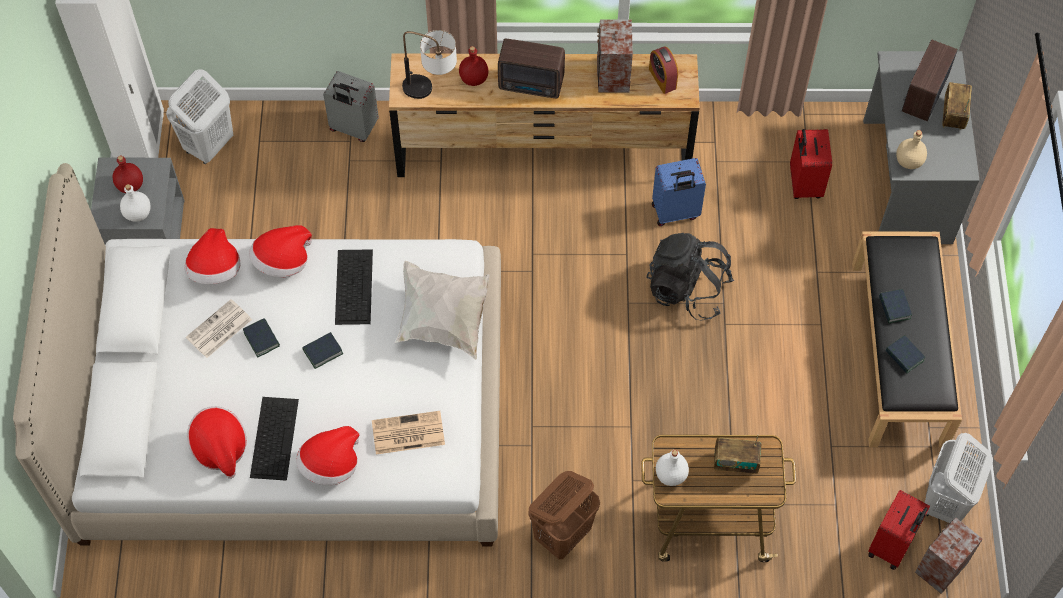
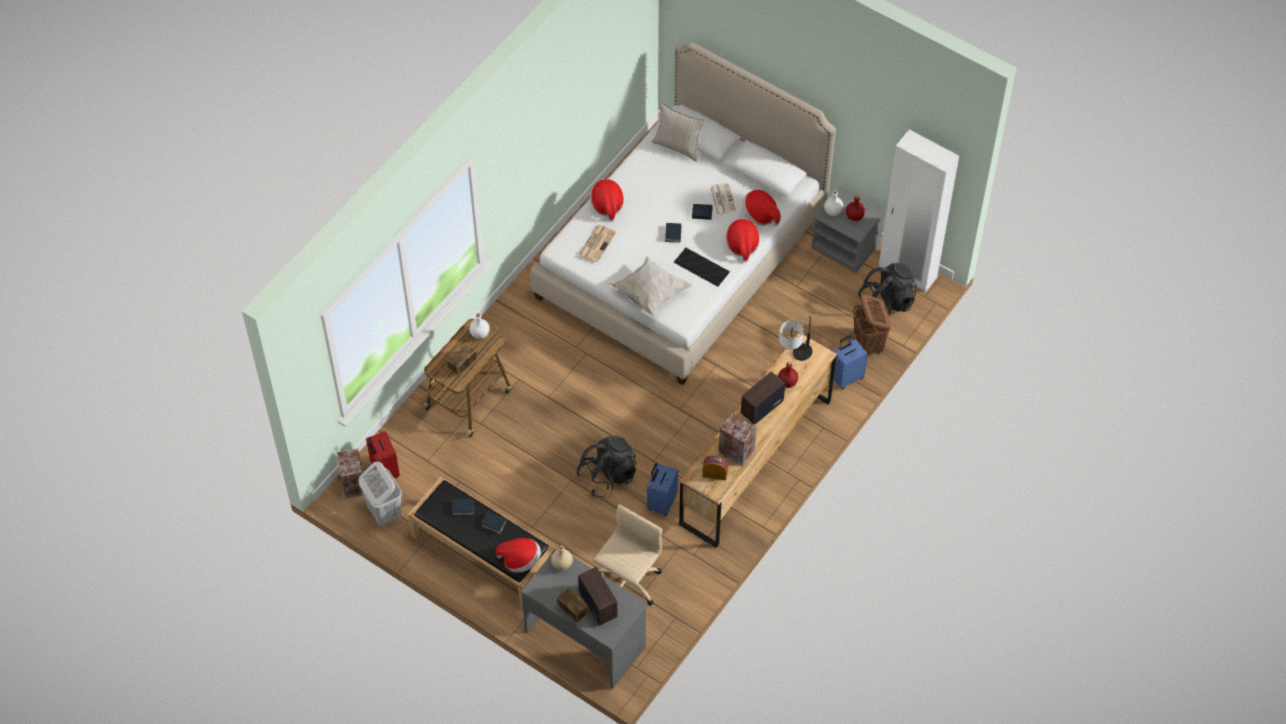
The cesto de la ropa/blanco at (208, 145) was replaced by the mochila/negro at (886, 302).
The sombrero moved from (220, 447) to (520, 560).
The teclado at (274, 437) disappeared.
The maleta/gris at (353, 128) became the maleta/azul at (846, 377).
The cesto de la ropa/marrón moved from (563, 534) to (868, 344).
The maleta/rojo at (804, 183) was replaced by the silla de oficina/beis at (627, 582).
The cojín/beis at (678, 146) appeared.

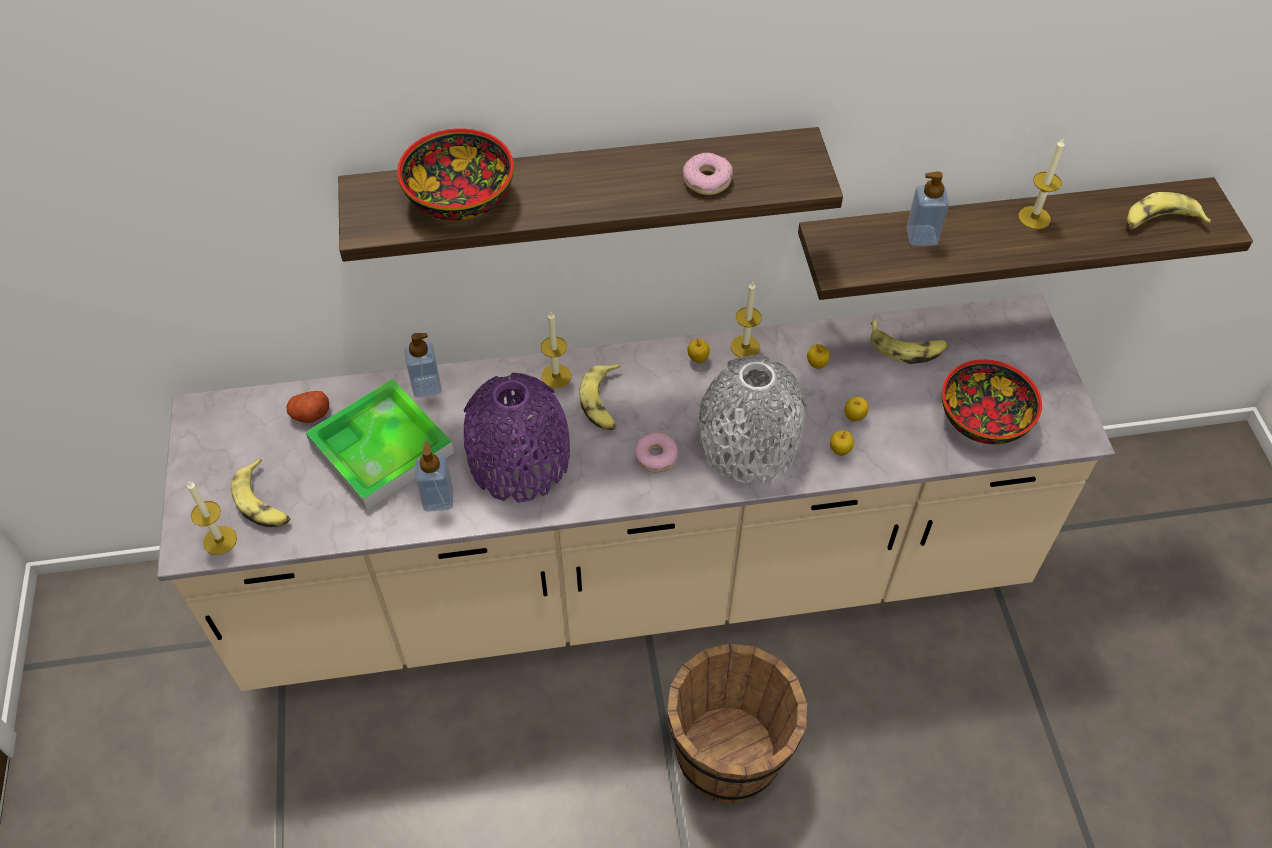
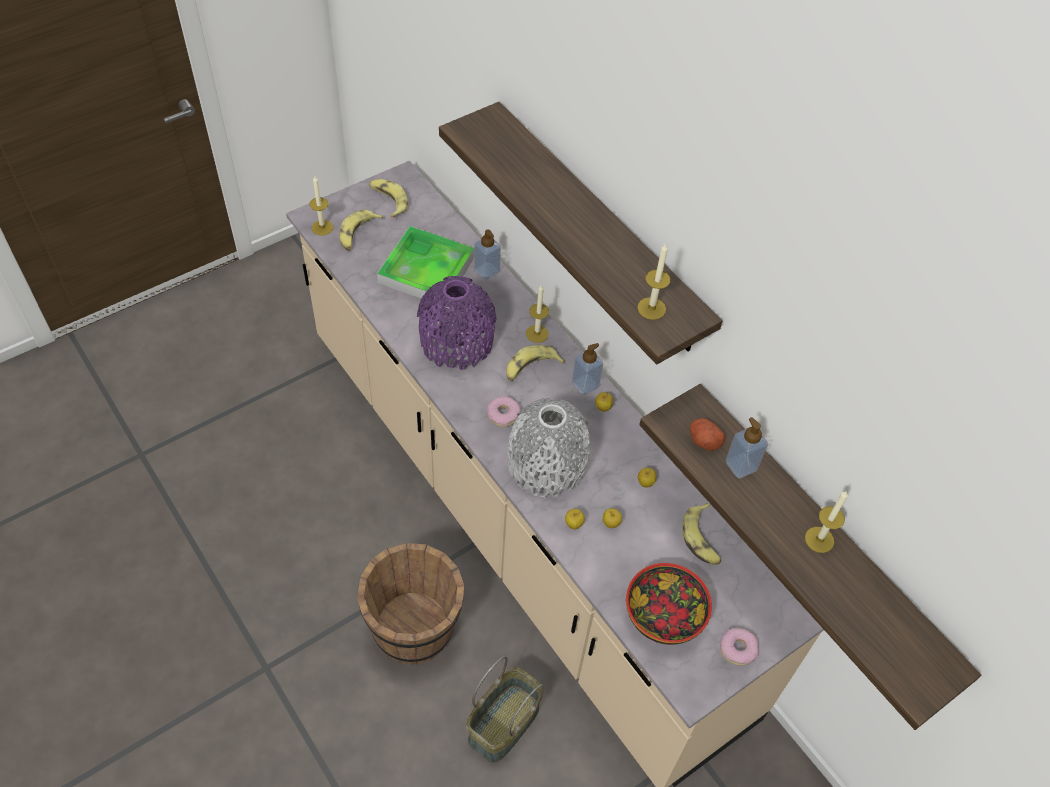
The patata moved from (310, 414) to (703, 440).
The cuenco at (461, 199) disappeared.
The dispensador de jabón moved from (438, 499) to (585, 385).
The rosquilla moved from (707, 180) to (738, 649).
The vela moved from (745, 347) to (651, 308).
The plátano moved from (1160, 221) to (388, 201).
The cesta at (504, 725) appeared.

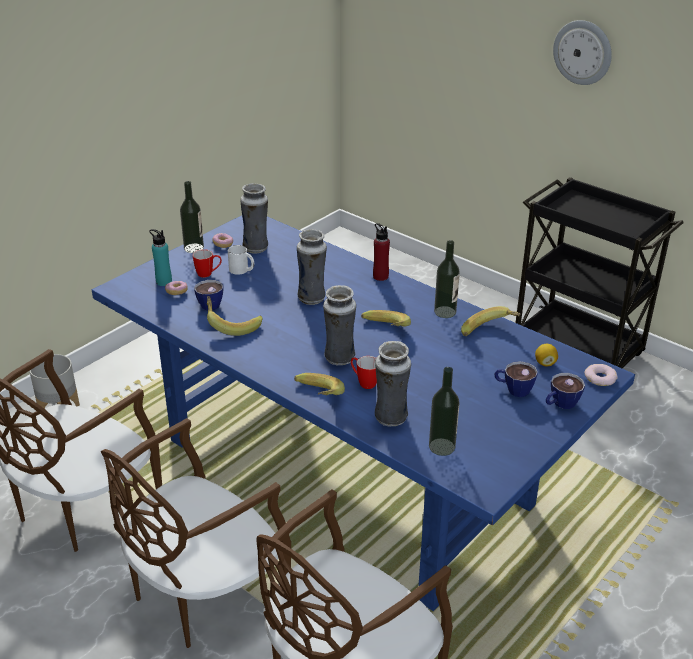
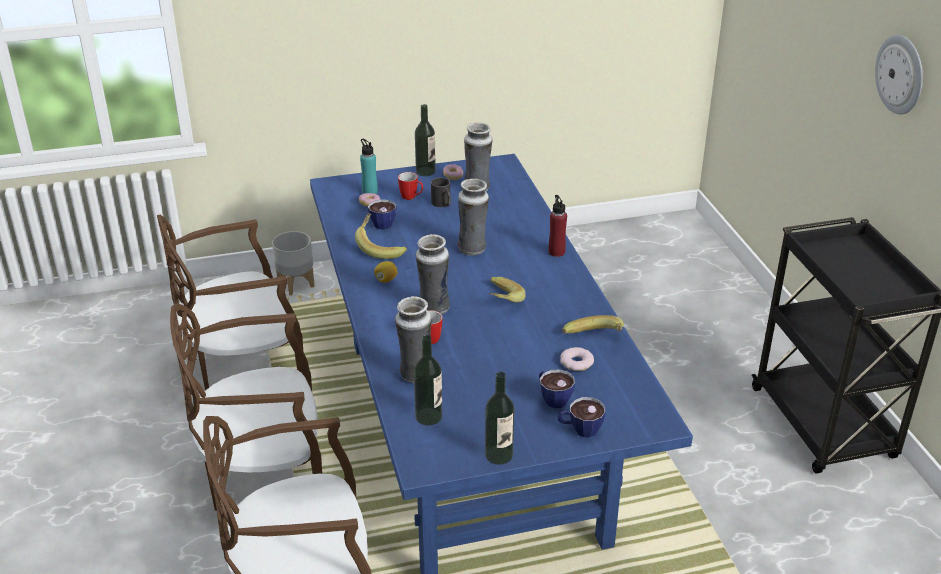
The taza grande/blanco at (242, 270) became the taza grande/negro at (443, 204).
The plátano at (316, 398) disappeared.
The botella moved from (445, 312) to (499, 455).
The limón moved from (545, 363) to (386, 280).
The rosquilla moved from (600, 378) to (576, 362).

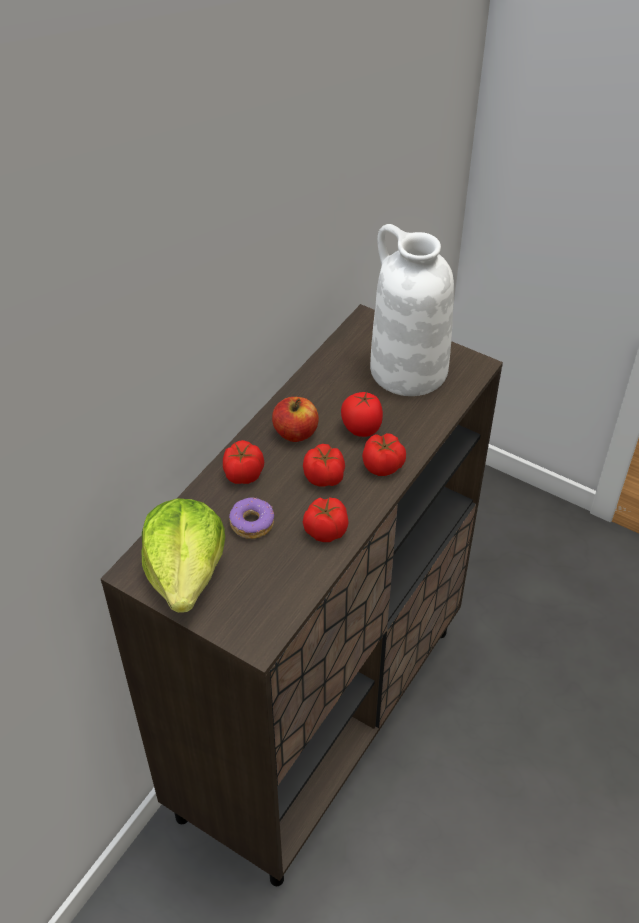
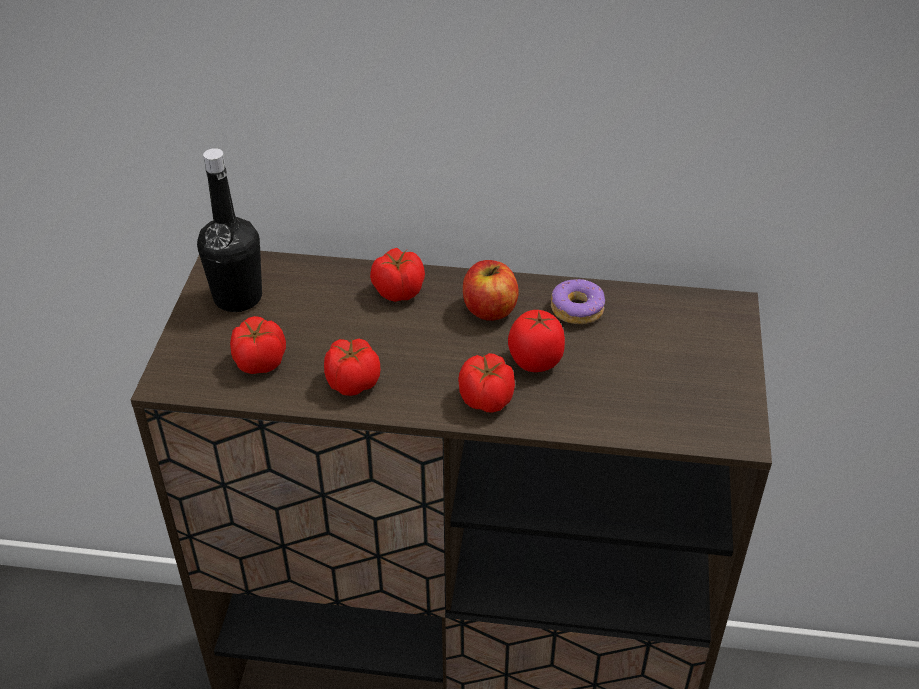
The lechuga at (186, 572) was replaced by the botella/negro at (238, 297).
The rosquilla moved from (252, 523) to (577, 309).
The tomate moved from (325, 477) to (259, 363).
The florero/blanco at (407, 370) disappeared.

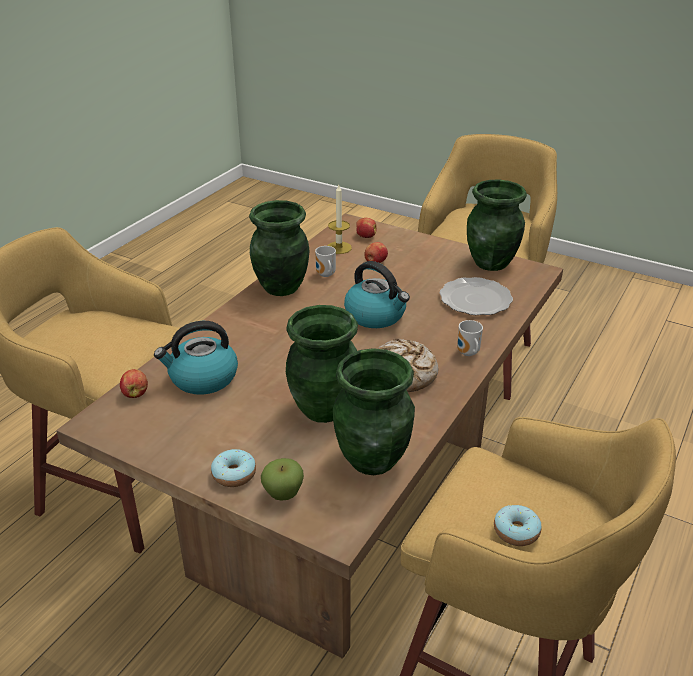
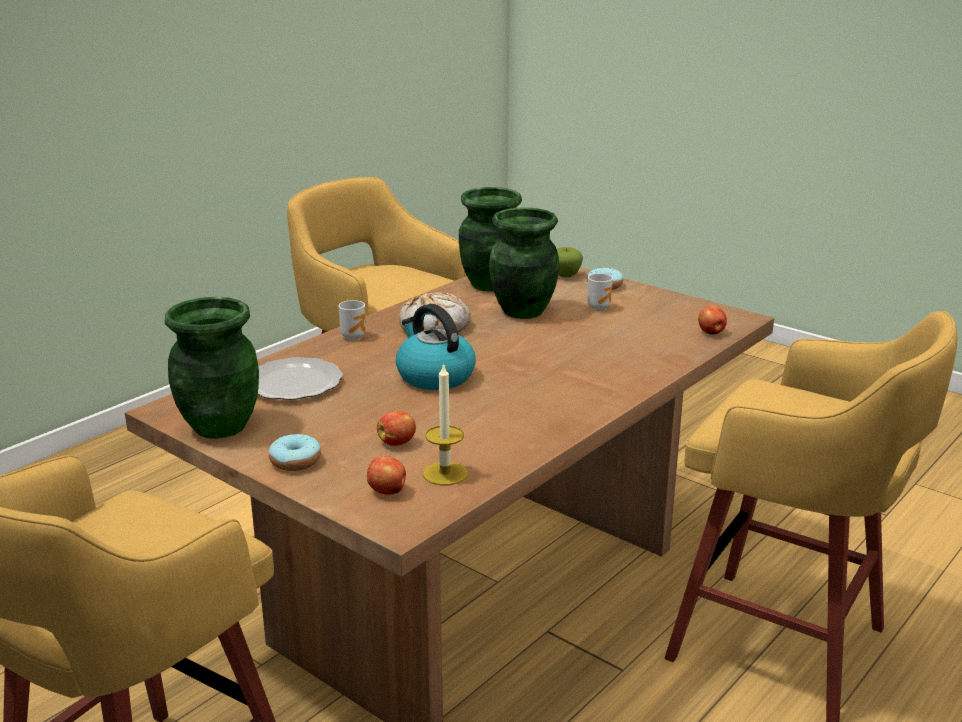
The hervidor at (202, 378) disappeared.
The florero/verde at (281, 288) disappeared.
The taza grande moved from (325, 275) to (599, 307).
The rosquilla moved from (516, 531) to (295, 461).

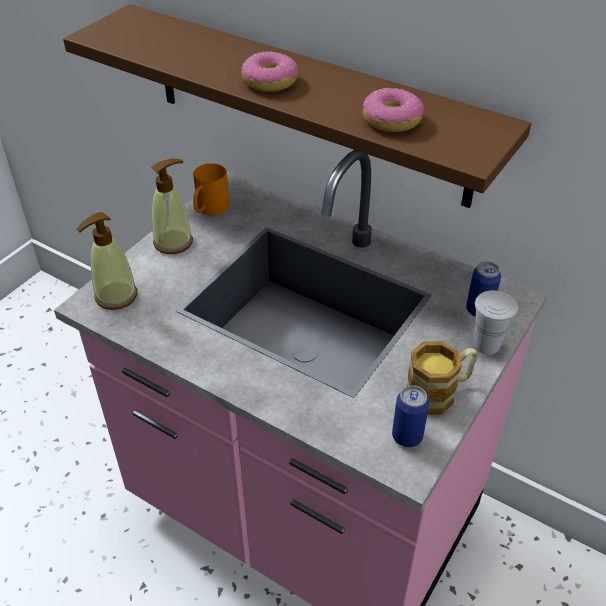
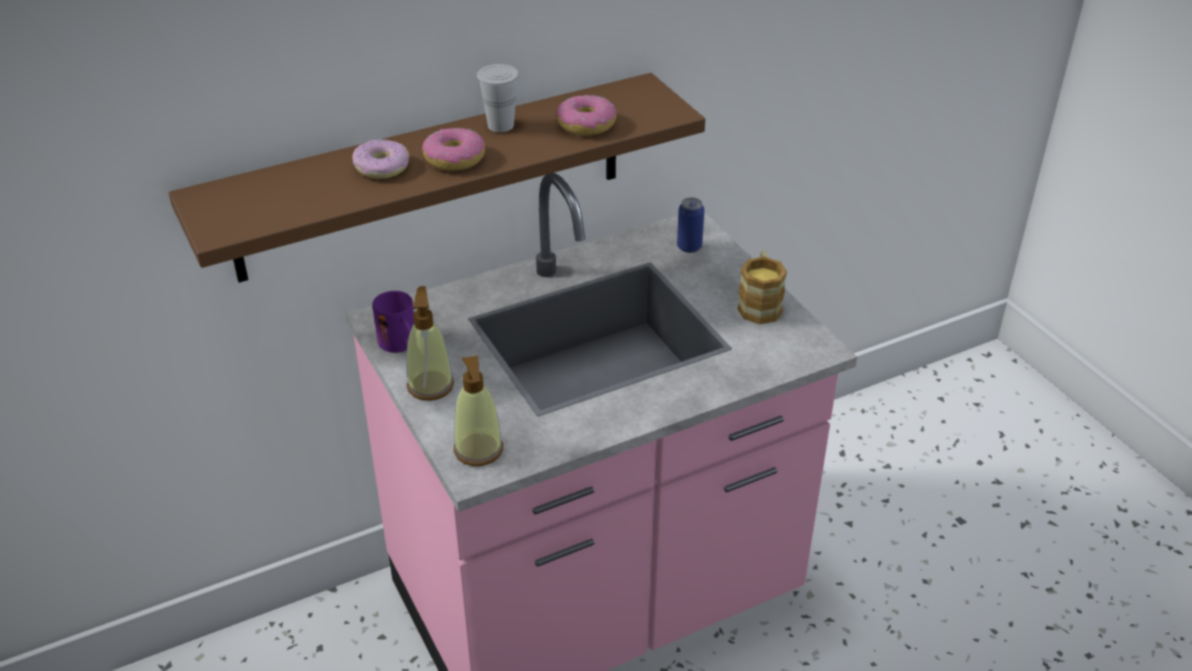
The taza grande/naranja at (209, 210) became the taza grande/morado at (401, 345).
The lata at (407, 436) disappeared.
The taza/blanco moved from (486, 345) to (500, 125).
The rosquilla at (382, 167) appeared.

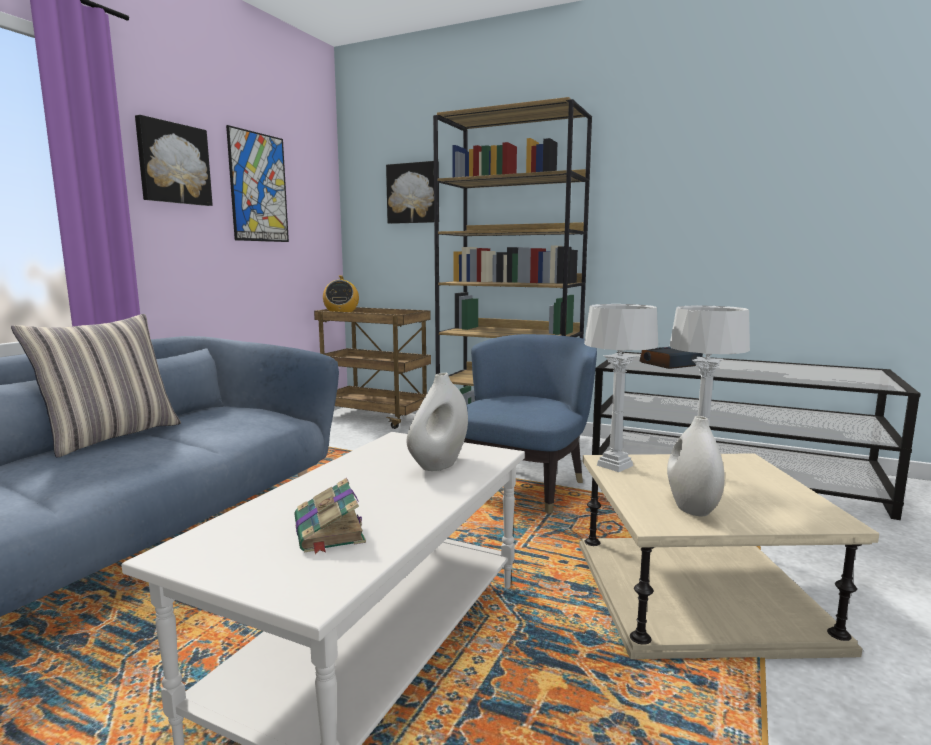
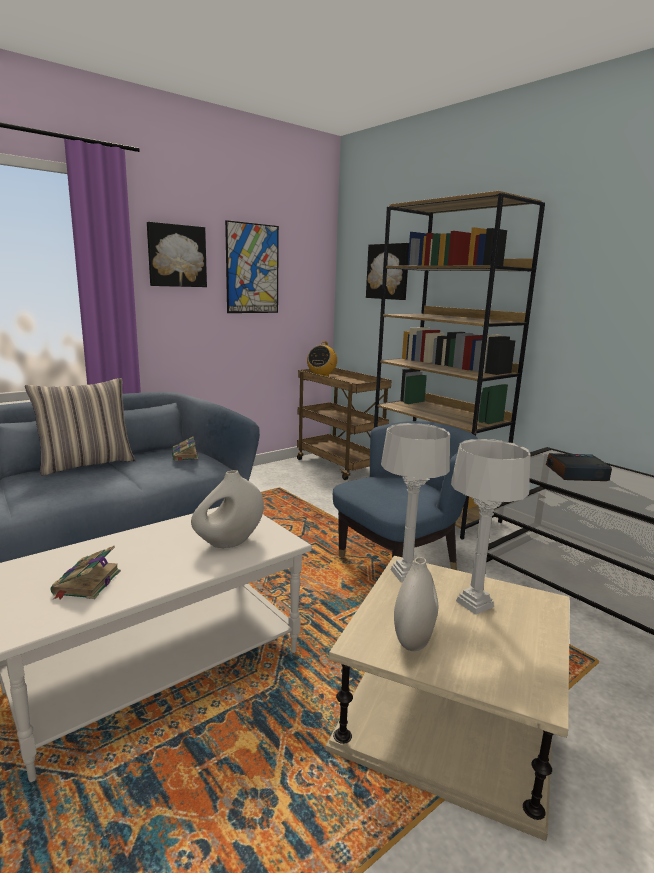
The libro at (185, 456) appeared.

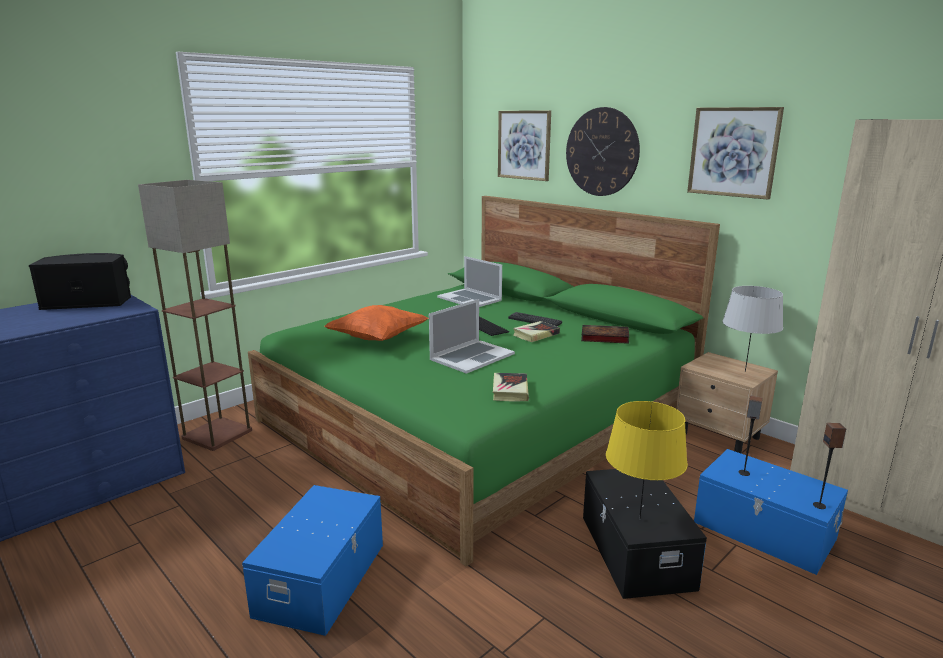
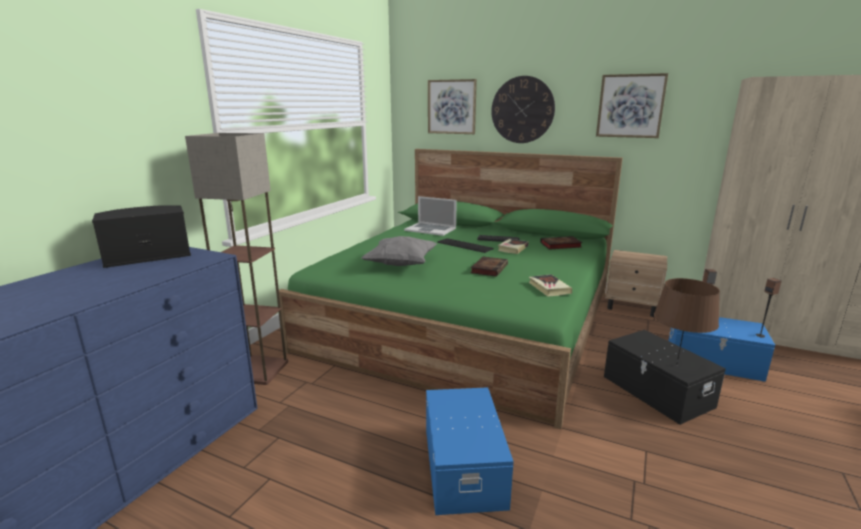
The cojín/naranja at (377, 338) became the cojín/gris at (401, 264).
The portátil at (471, 356) was replaced by the libro at (489, 269).
The lámpara de mesa/amarillo at (639, 519) became the lámpara de mesa/marrón at (676, 365).
The lámpara de mesa/gris at (745, 371) disappeared.

